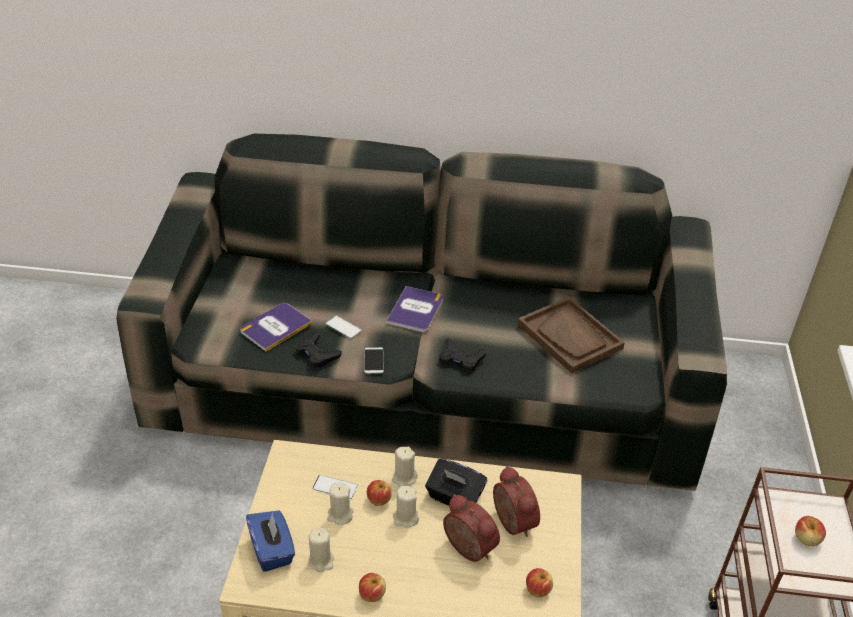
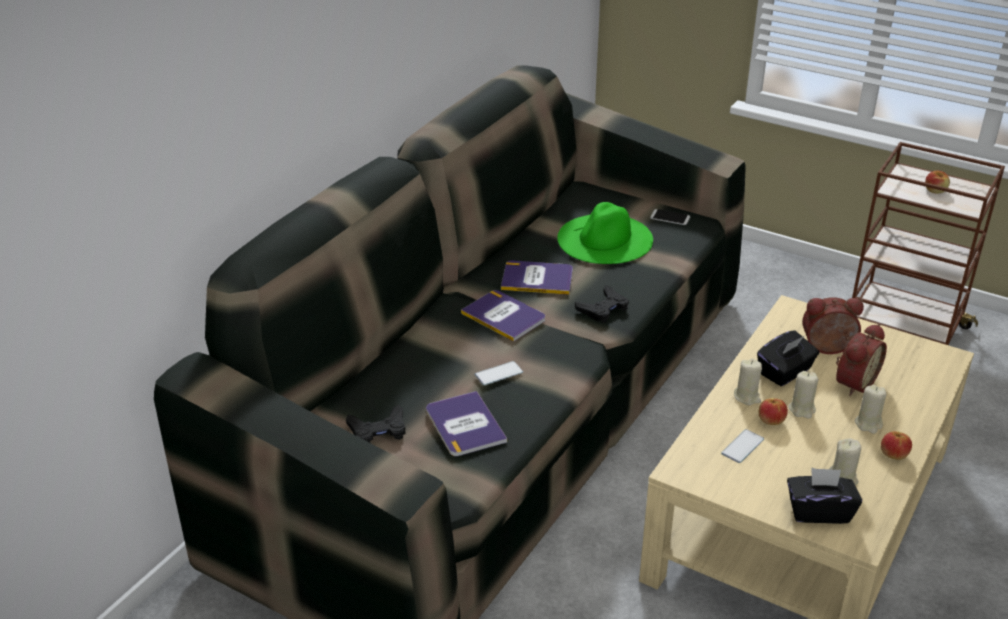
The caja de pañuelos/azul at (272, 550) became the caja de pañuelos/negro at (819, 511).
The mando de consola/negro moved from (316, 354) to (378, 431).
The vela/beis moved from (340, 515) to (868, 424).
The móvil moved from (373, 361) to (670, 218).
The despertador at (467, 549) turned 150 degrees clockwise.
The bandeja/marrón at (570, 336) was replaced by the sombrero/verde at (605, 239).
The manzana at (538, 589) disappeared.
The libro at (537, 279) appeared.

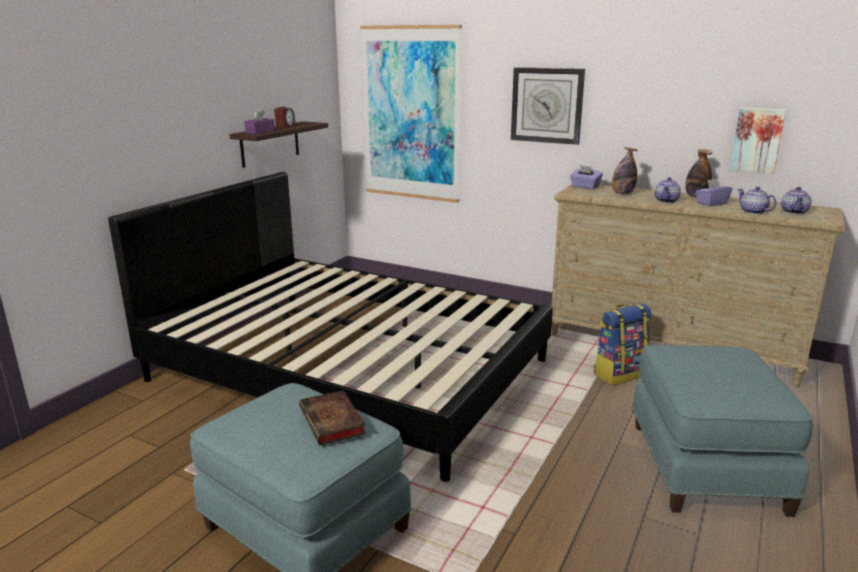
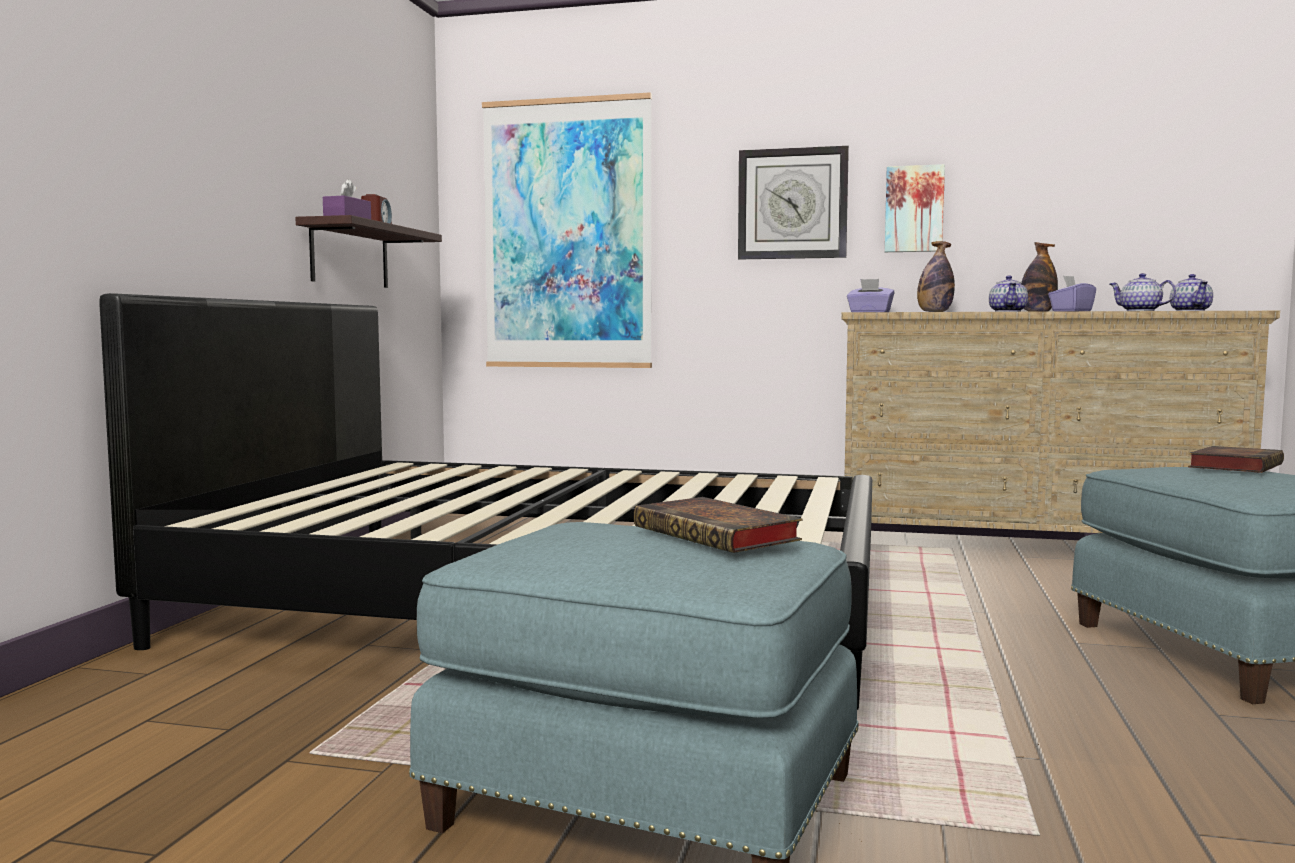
The mochila at (619, 374) disappeared.
The cuadro moved from (757, 140) to (914, 209).
The libro at (1235, 466) appeared.

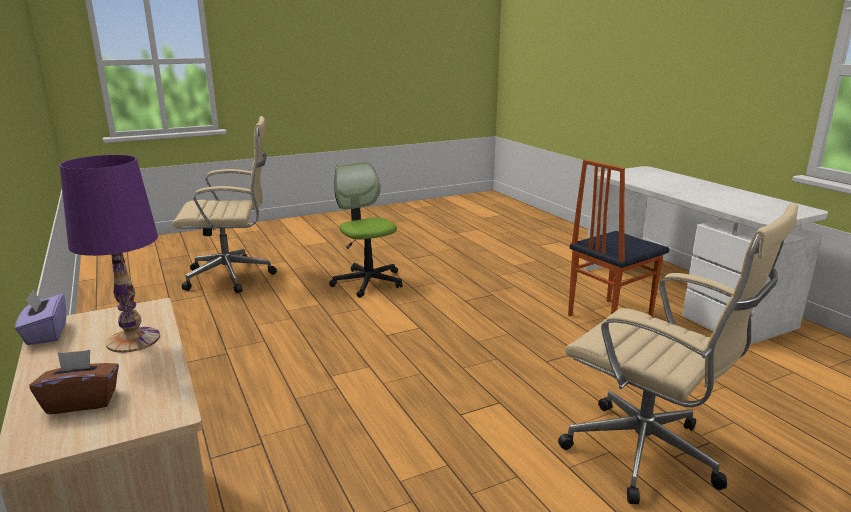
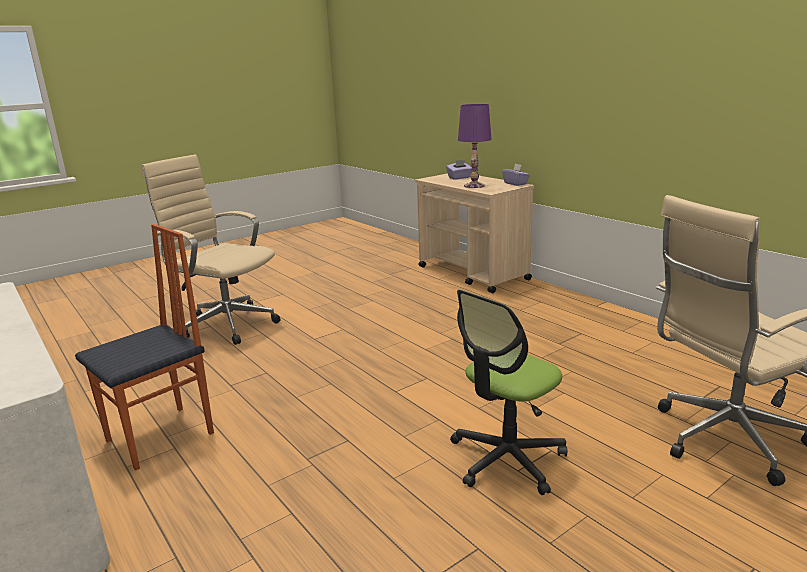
The caja de pañuelos/marrón at (82, 401) became the caja de pañuelos/morado at (459, 178).
The silla de oficina at (368, 282) turned 90 degrees clockwise.

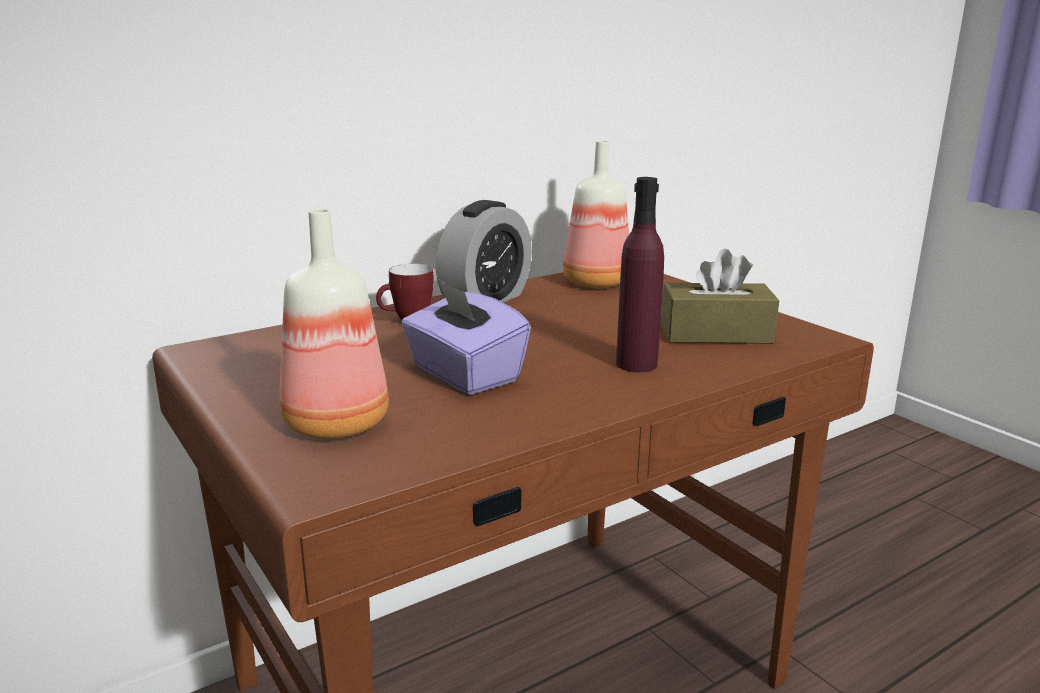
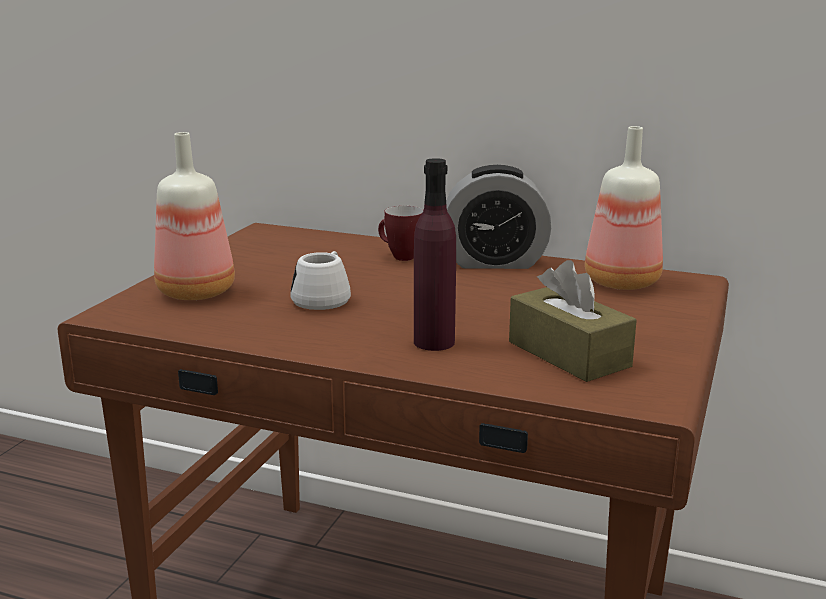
The caja de pañuelos/morado at (464, 374) was replaced by the taza grande/blanco at (324, 298).

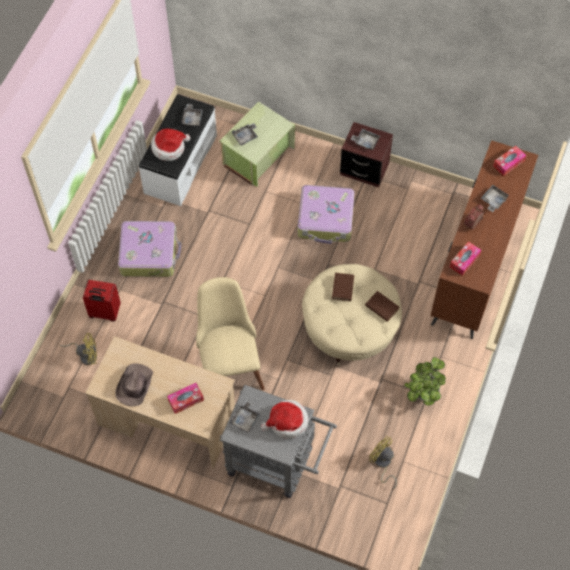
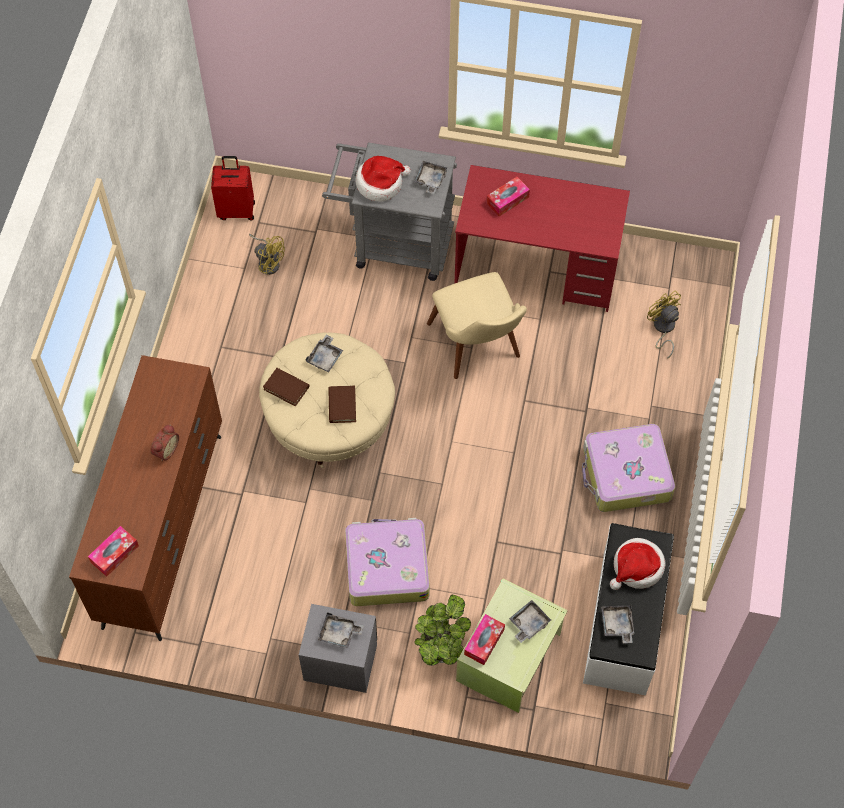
The ventilador/amarillo at (85, 355) turned 75 degrees clockwise.
The maleta/rojo moved from (104, 313) to (236, 210).
The escritorio/beis at (167, 420) became the escritorio/rojo at (536, 269).
The sombrero/marrón at (134, 386) disappeared.
The mesita de noche/marrón at (364, 169) became the mesita de noche/gris at (340, 662).
The planta en maceta moved from (423, 393) to (441, 645).
The caja de pañuelos moved from (464, 261) to (484, 642).
The bandeja/gris moved from (493, 200) to (325, 357).

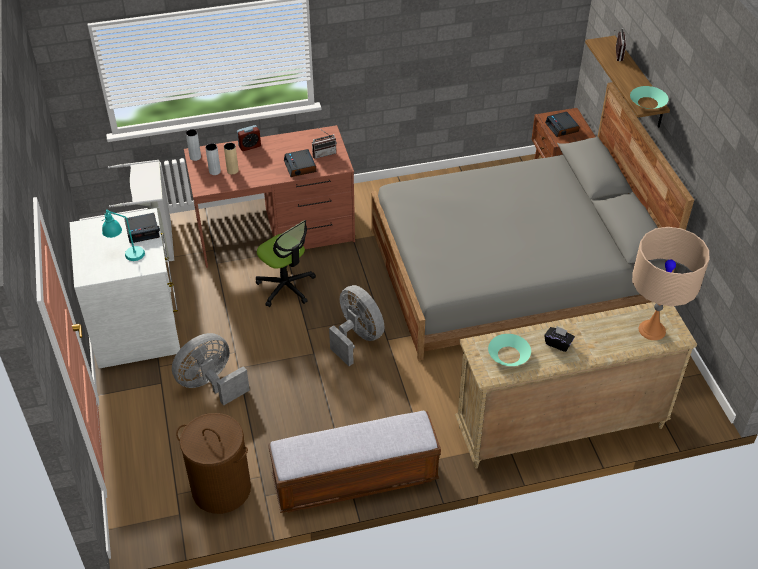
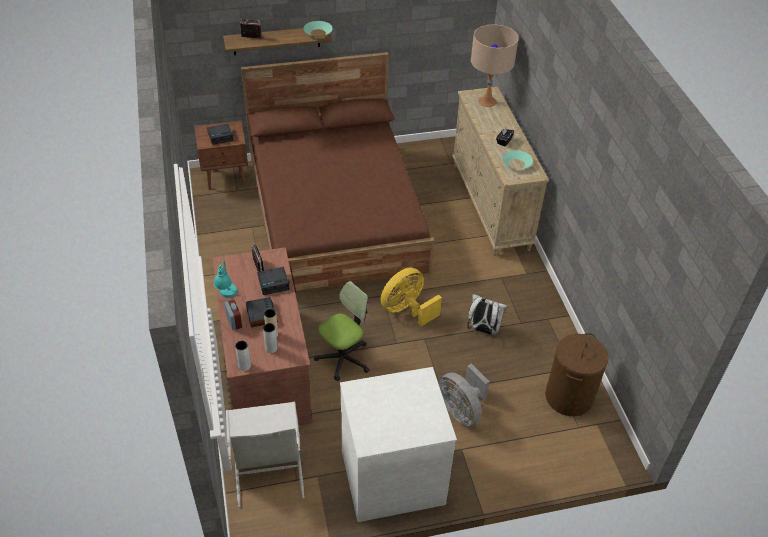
The lámpara de mesa/turquesa moved from (126, 254) to (227, 297).
The despertador moved from (143, 231) to (261, 315).
The banco at (355, 479) disappeared.
The ventilador/gris at (357, 338) became the ventilador/amarillo at (407, 310).
The cama/gris at (512, 271) became the cama/marrón at (336, 214).
The mochila/blanco at (483, 329) appeared.

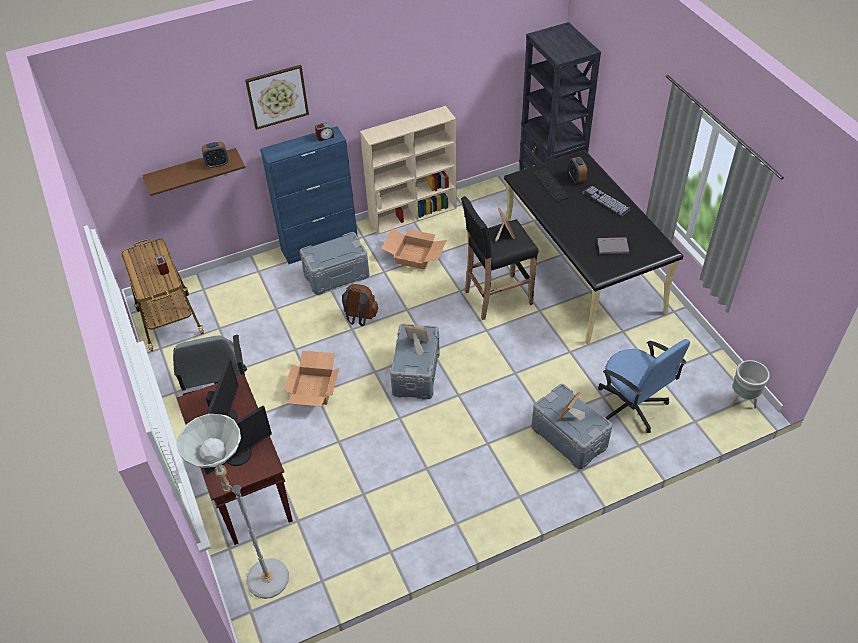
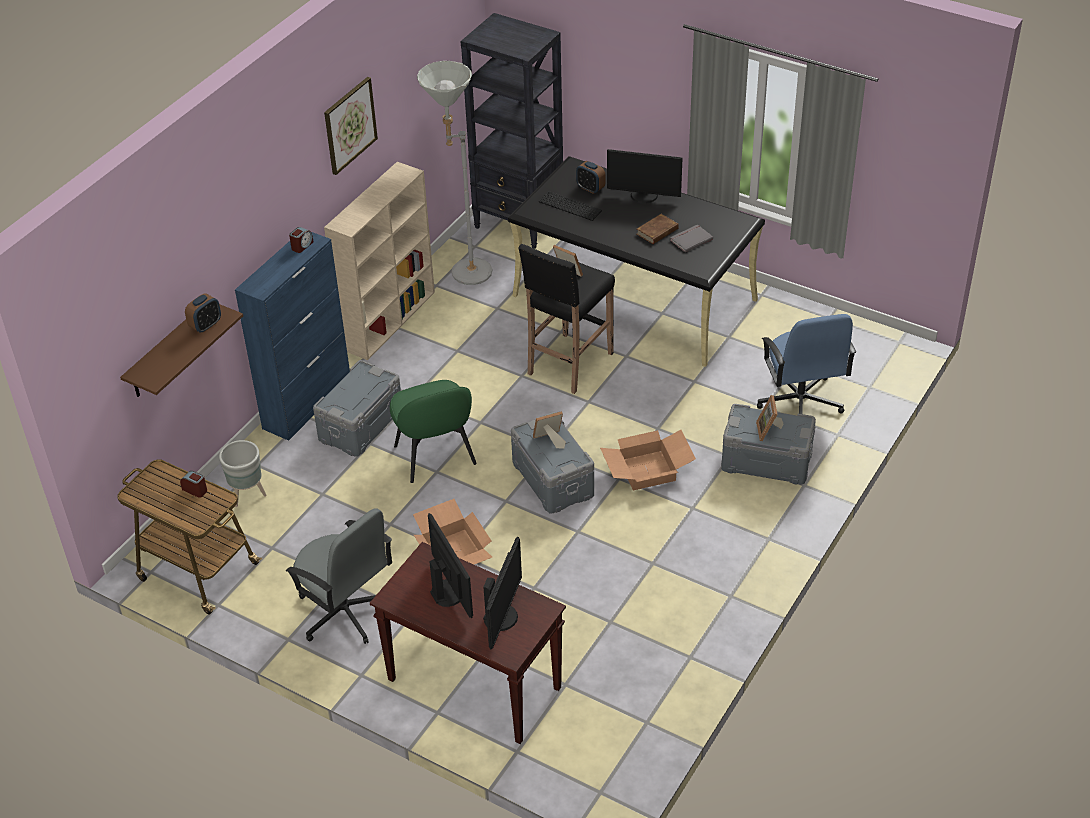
The lámpara de pie/gris moved from (260, 574) to (462, 273).
The cuadro moved from (277, 96) to (349, 125).
The mochila/marrón at (360, 319) was replaced by the silla/verde at (435, 457).
The caja de cartón moved from (415, 256) to (647, 469).
The teclado at (608, 200) was replaced by the monitor at (644, 196).
The silla de oficina/azul at (632, 406) turned 60 degrees clockwise.
The maceta/gris moved from (742, 401) to (248, 495).
The libro/marrón at (657, 231) appeared.

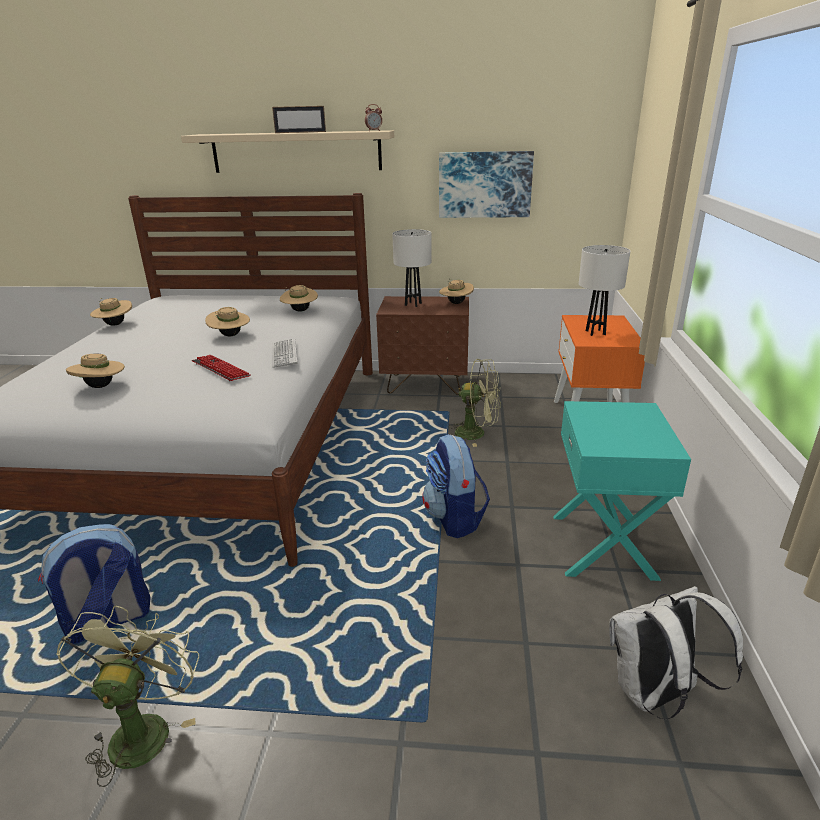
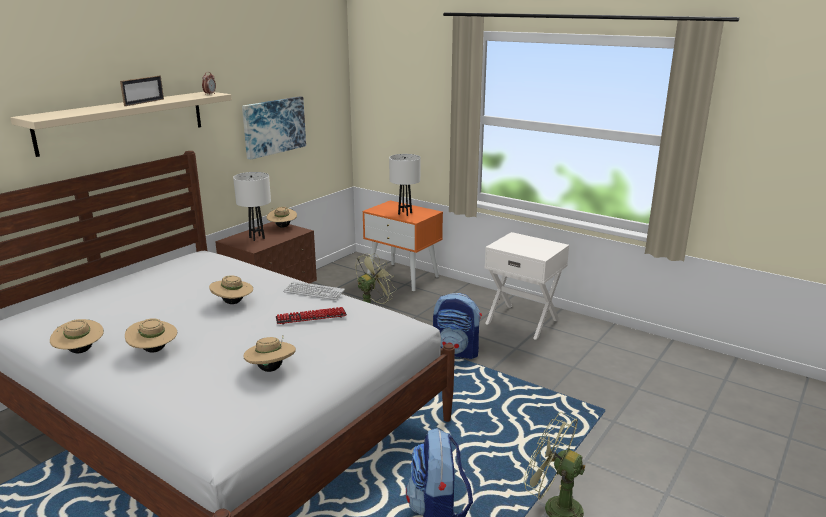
The sombrero/beis moved from (300, 311) to (154, 350).
The mesita de noche/turquesa at (604, 546) became the mesita de noche/blanco at (522, 321).
The mochila/blanco at (655, 695) disappeared.

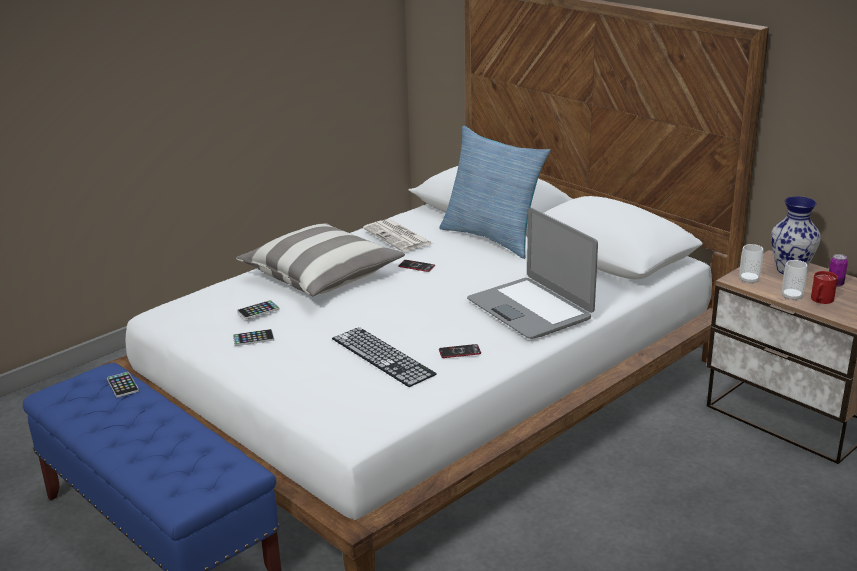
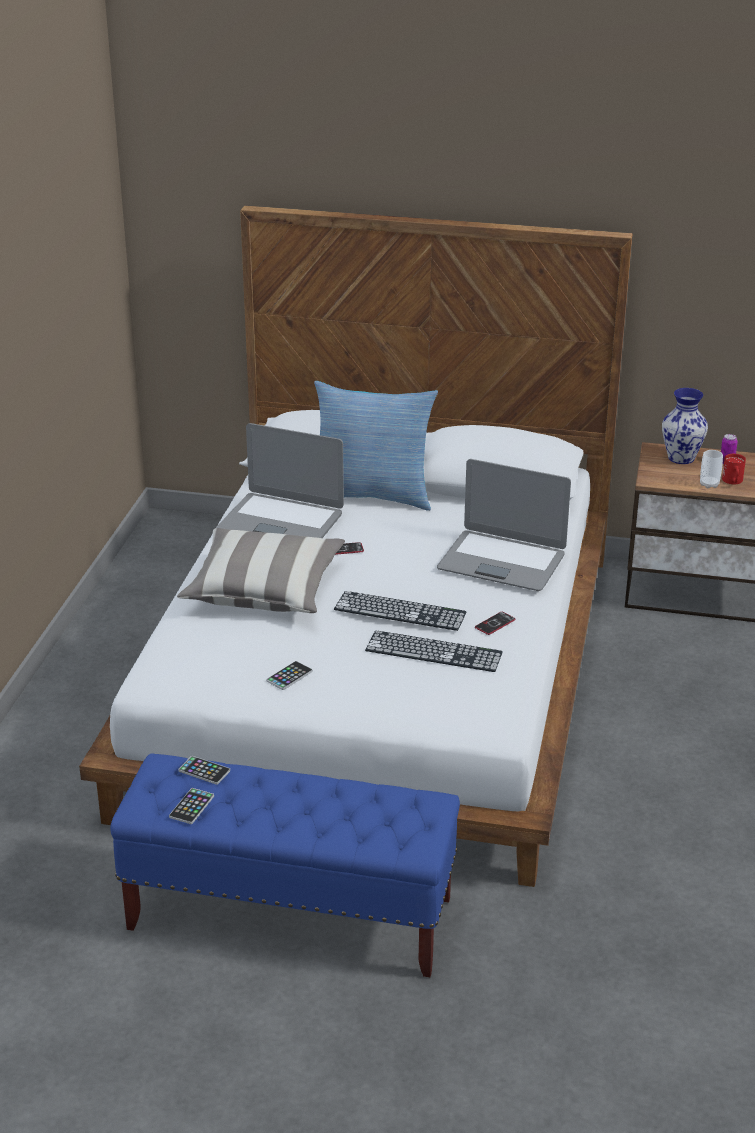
The móvil moved from (258, 310) to (191, 806).
The periódico at (398, 237) was replaced by the portátil at (281, 521).
The taza at (749, 280) disappeared.
The teclado at (400, 611) appeared.

